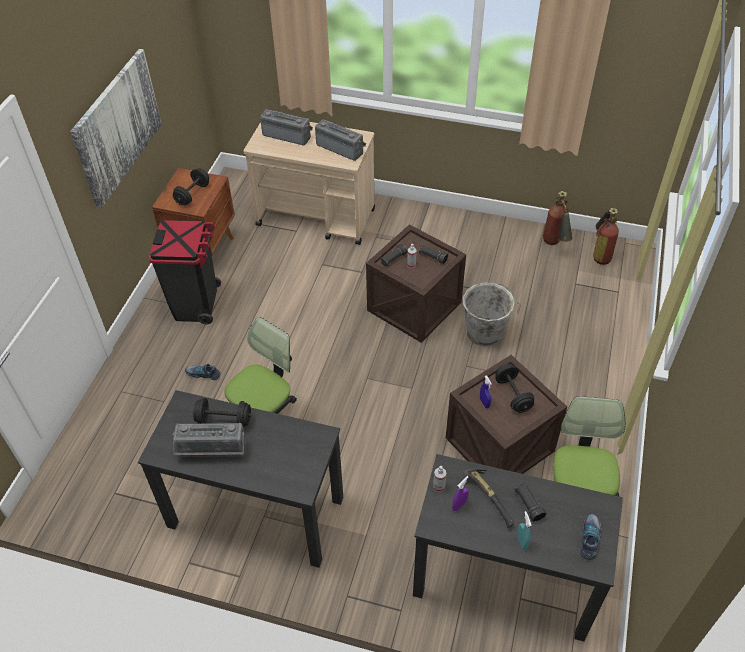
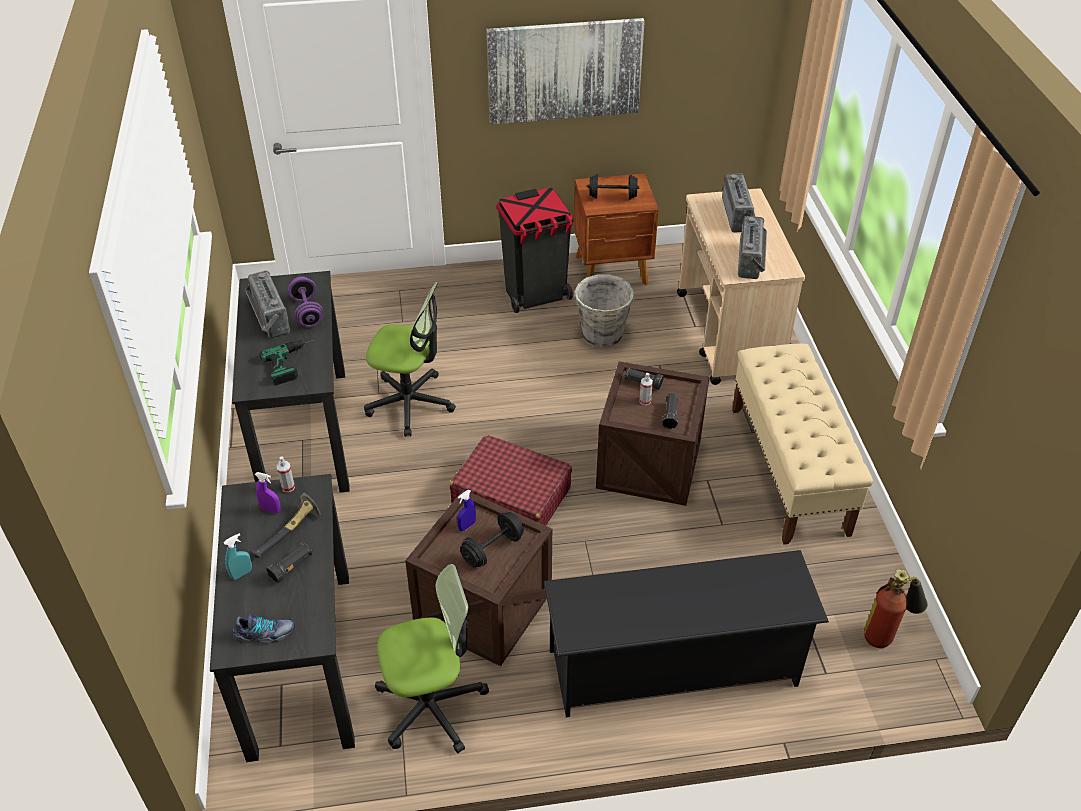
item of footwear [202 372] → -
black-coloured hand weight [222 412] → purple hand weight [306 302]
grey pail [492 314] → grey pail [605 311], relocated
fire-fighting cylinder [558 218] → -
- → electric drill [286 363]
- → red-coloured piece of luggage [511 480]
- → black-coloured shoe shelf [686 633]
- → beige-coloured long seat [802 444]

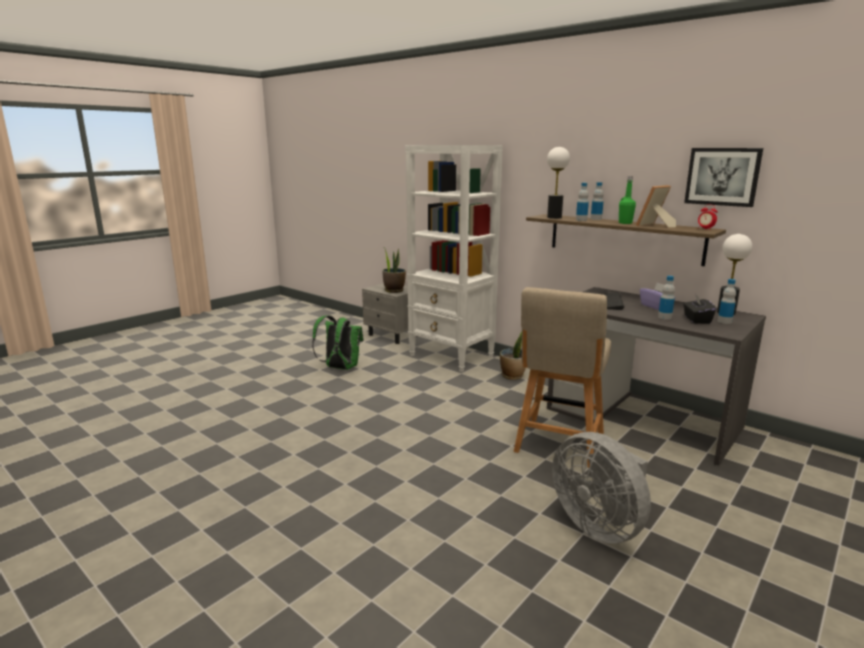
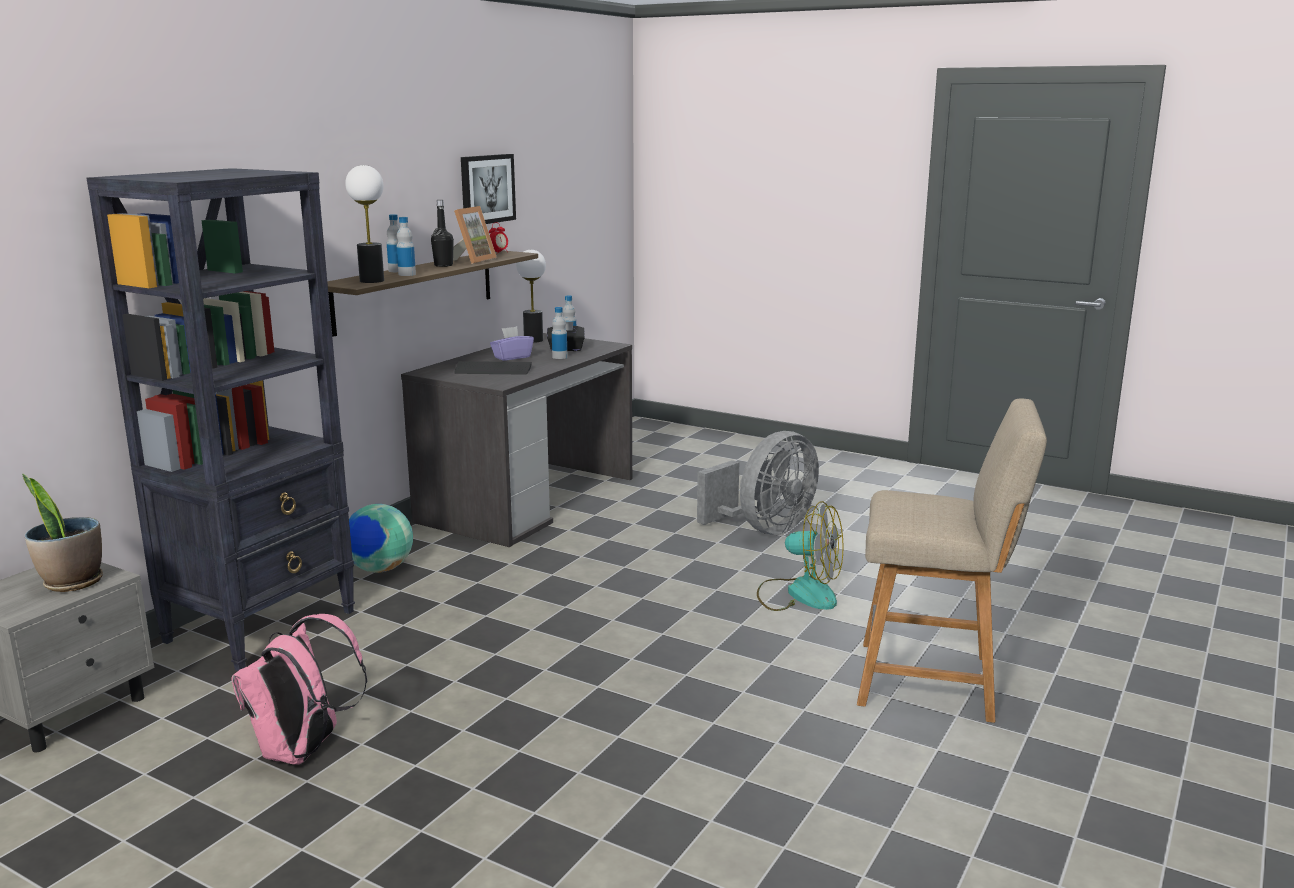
greenish rucksack [338 342] → pink-coloured rucksack [299 689]
white bookshelf [454 258] → black-coloured bookshelf [221 419]
potted plant [513 355] → desk globe [381 538]
beige-coloured upright chair [562 377] → beige-coloured upright chair [952 560], relocated
greenish bottle [627 200] → black-coloured bottle [442 233]
photo frame [656 206] → photo frame [475 235], 105 degrees counterclockwise
- → electric fan [800 556]

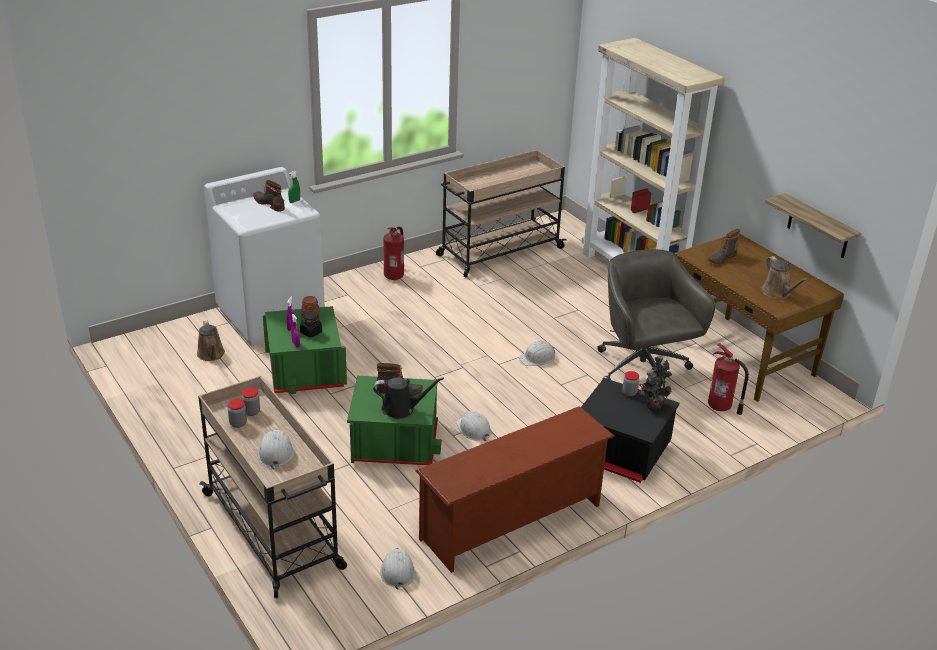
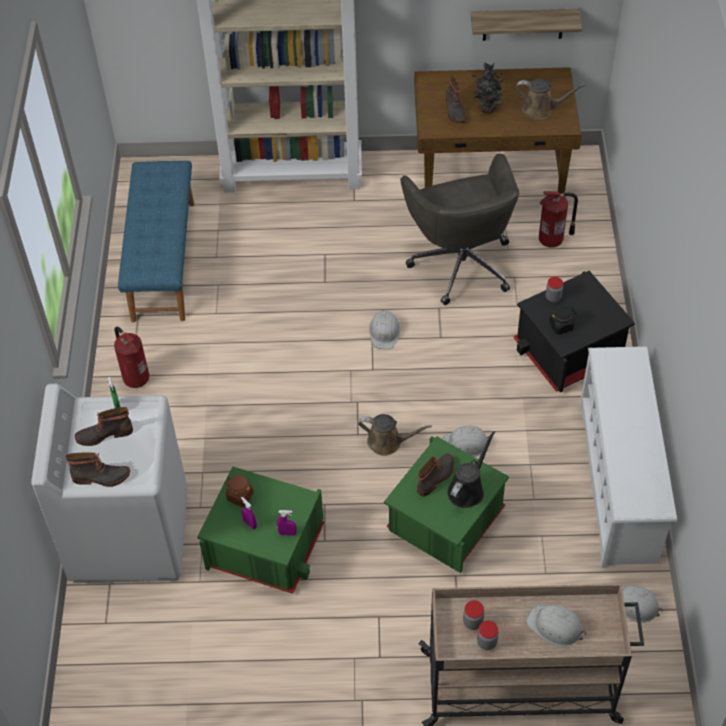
brown-coloured sprinkling can [211 340] → brown-coloured sprinkling can [395 435], relocated
black-coloured jar [311 324] → black-coloured jar [562 320], relocated
brown-coloured shoe shelf [515 489] → white shoe shelf [628 457]
beige-coloured cart [501 213] → bluish long seat [156 241]
grey computer chair [656 322] → grey computer chair [460 229], 120 degrees counterclockwise
potted plant [656 383] → potted plant [487 88], relocated
- → boot [98 469]

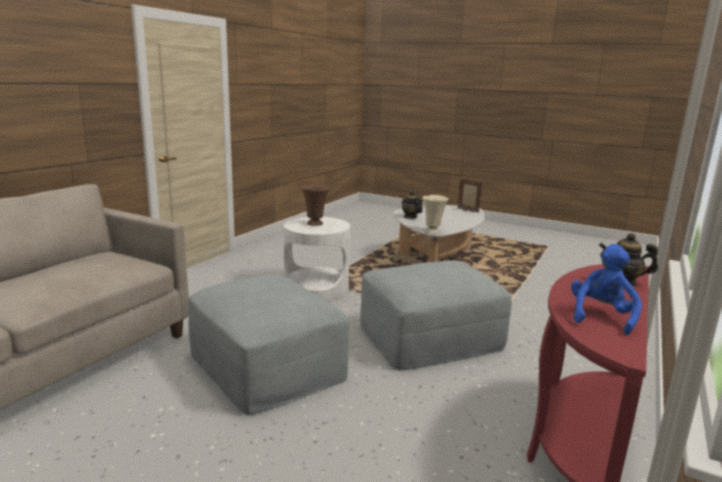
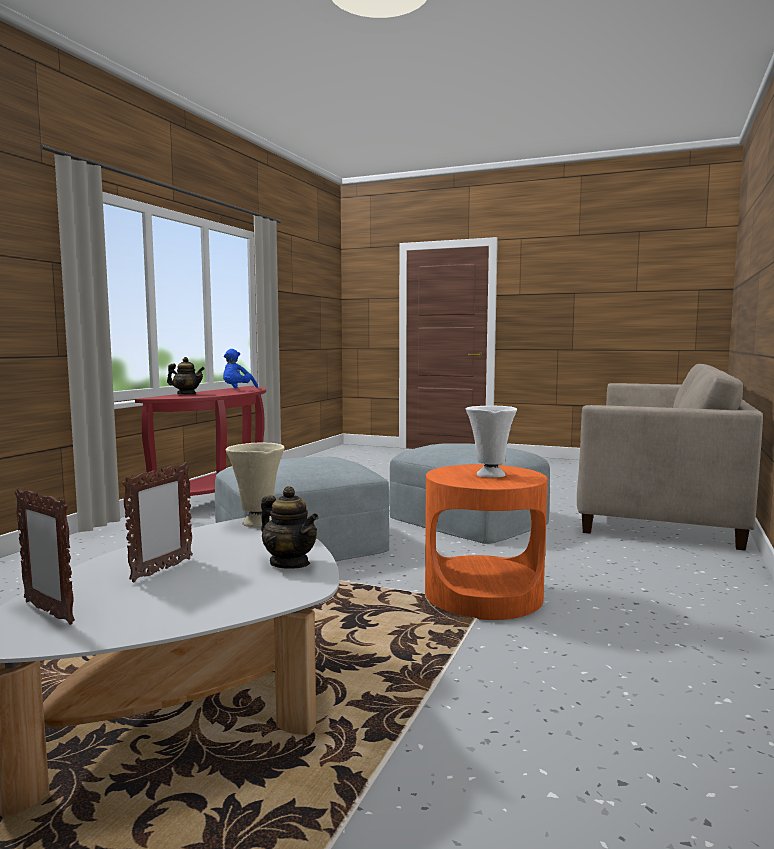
white side table [317 259] → orange side table [486 542]
brown-coloured decorative vase [316 205] → white decorative vase [491 442]
- → photo frame [157 522]

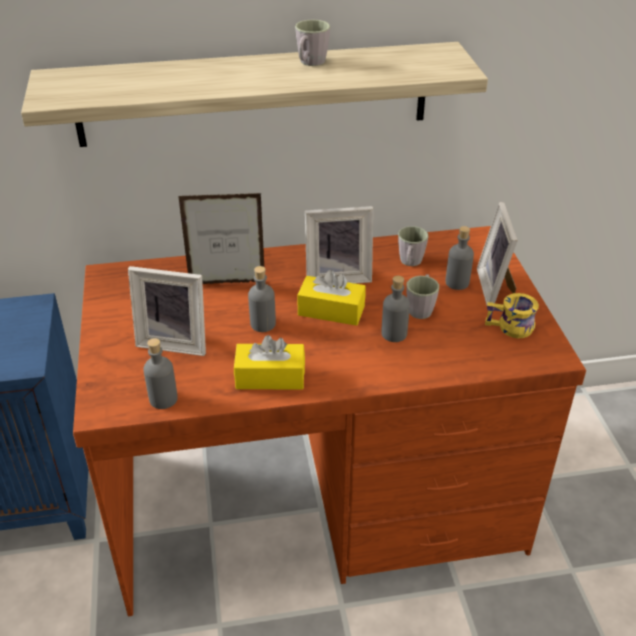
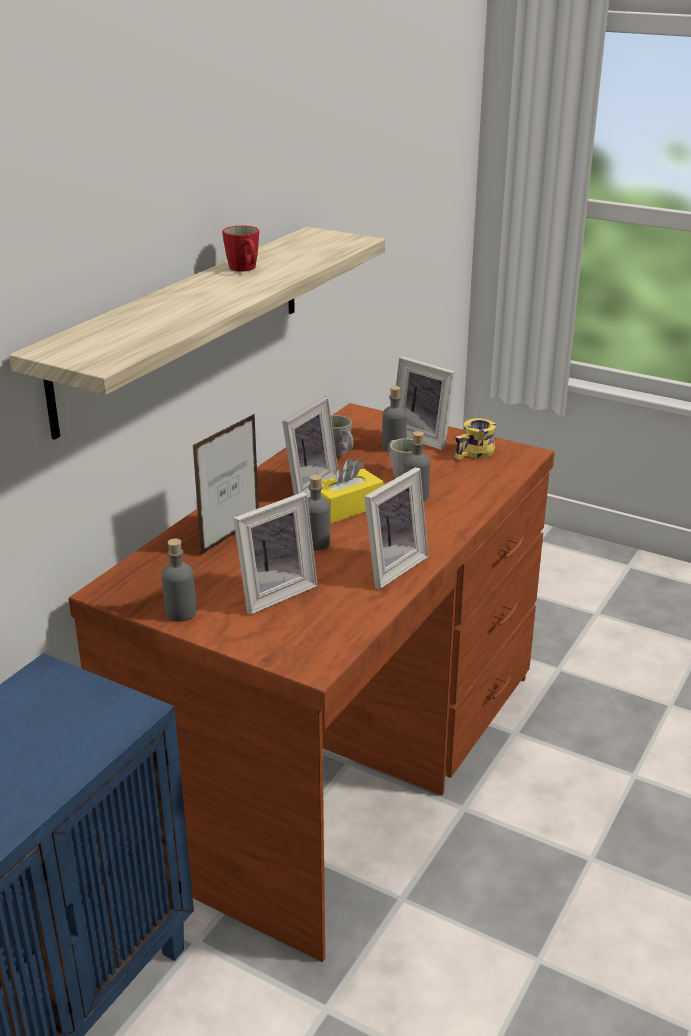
grey bottle [160 373] → grey bottle [179 580], relocated
yellow-coloured tissue box [269 362] → photo frame [396 528]
grey tea mug [312 43] → red-coloured tea mug [240 249]

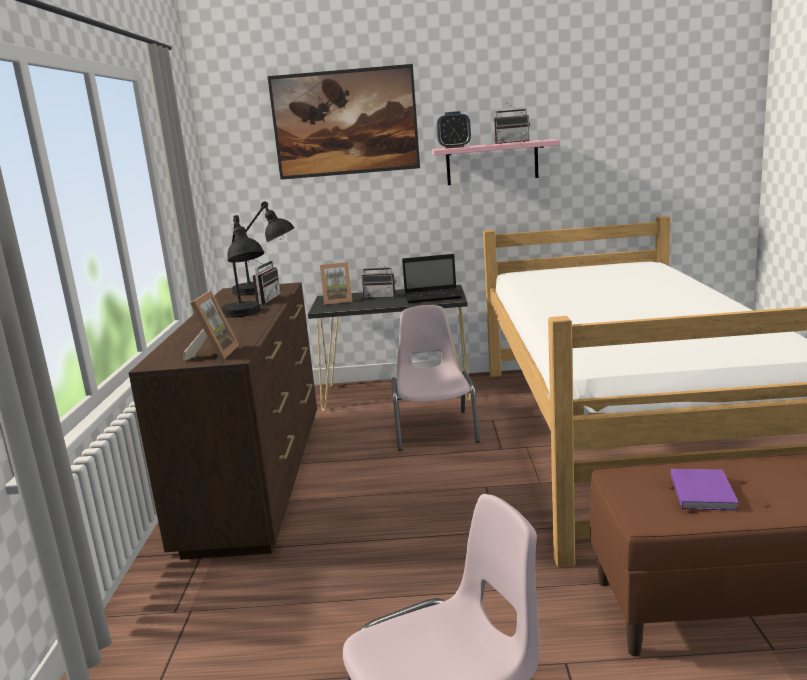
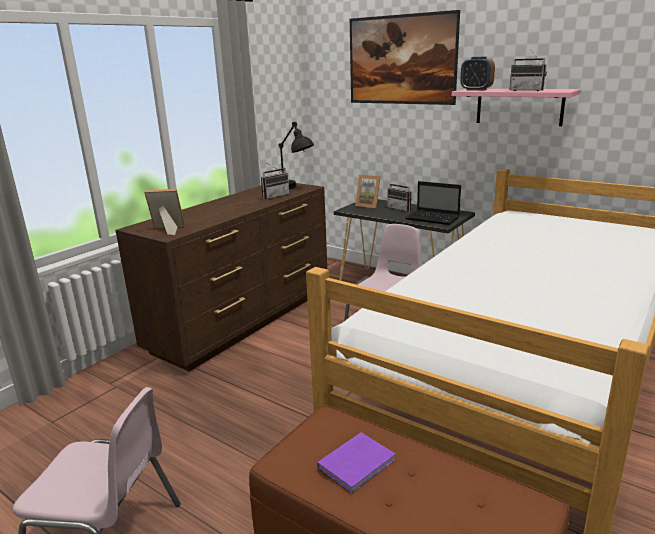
photo frame [211 326] → photo frame [164 212], 135 degrees counterclockwise
black-coloured table lamp [243 266] → -

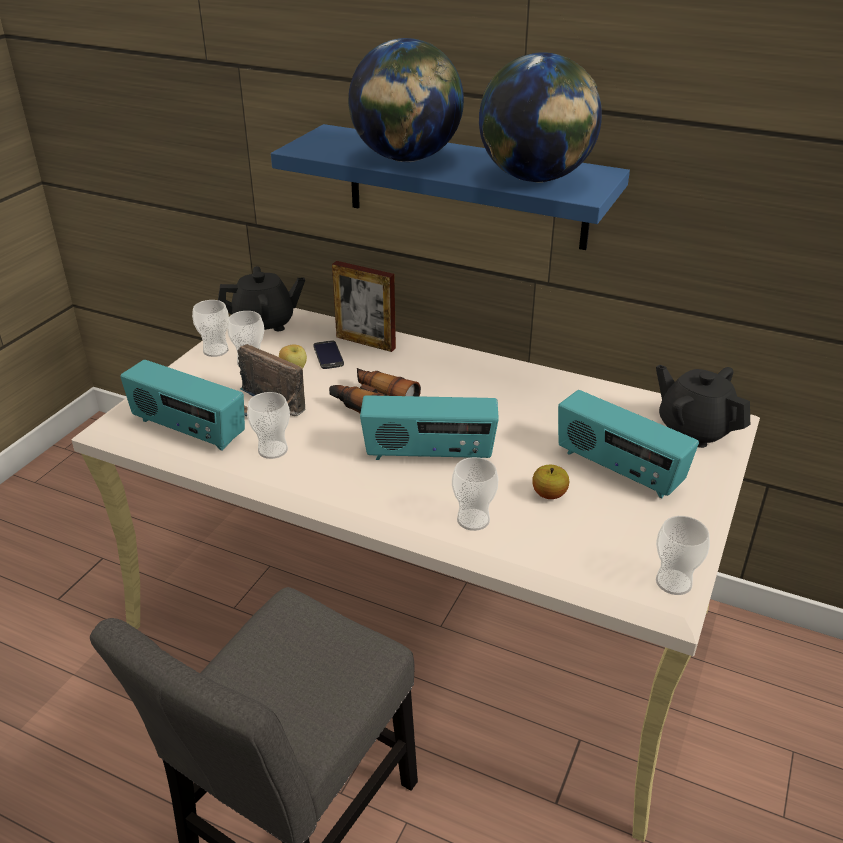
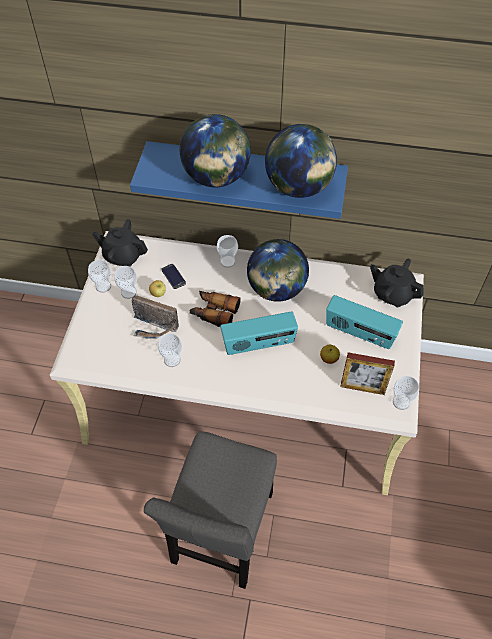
radio receiver [182 405] → -
black-coloured pot for tea [261 298] → black-coloured pot for tea [120 243], 135 degrees counterclockwise
photo frame [364 306] → photo frame [367 373], relocated
small cup [475 494] → small cup [227 251], relocated
- → desk globe [278 270]

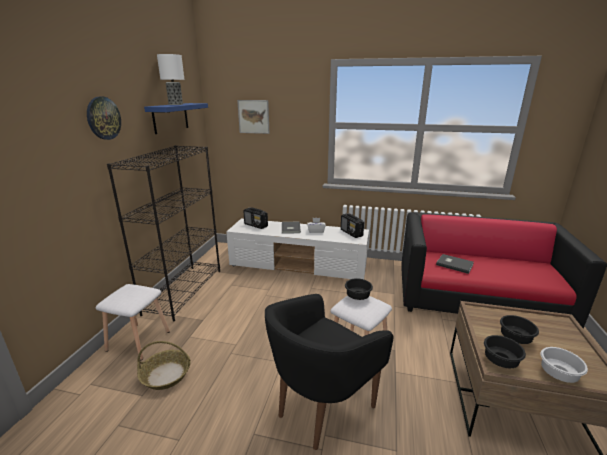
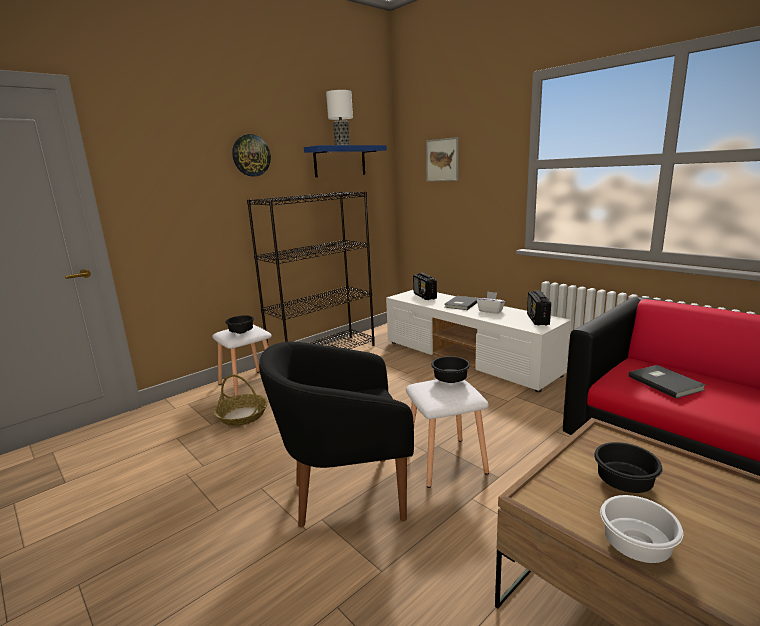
black-coloured serving bowl [505 351] → black-coloured serving bowl [239 324], relocated

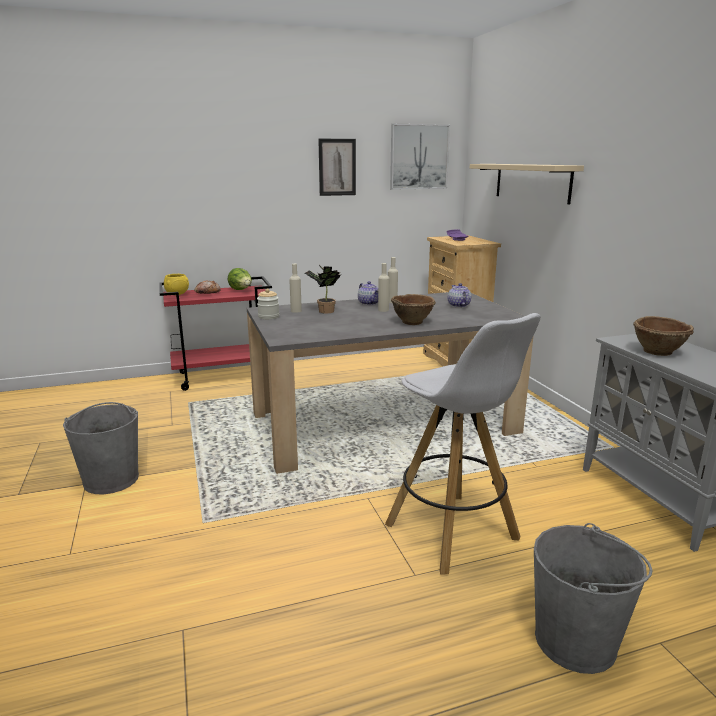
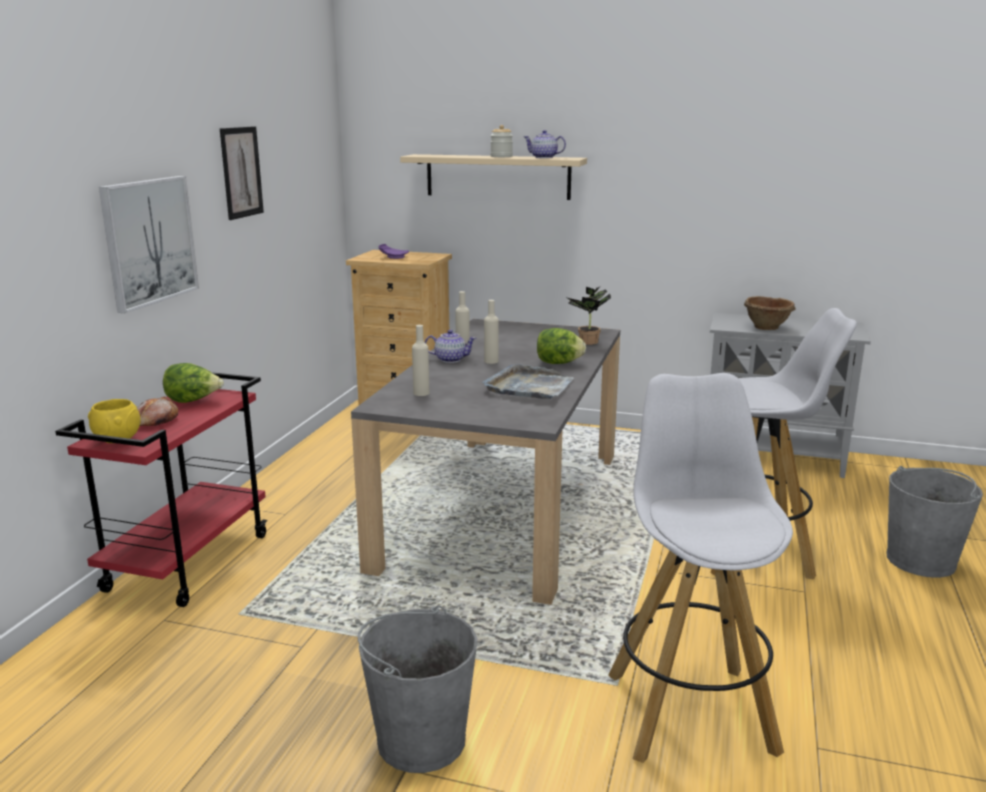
jar [268 304] → jar [501 141], relocated
potted plant [323 289] → potted plant [589 316], relocated
wall picture [420 157] → wall picture [149 244], relocated
brown-coloured serving bowl [413 309] → head of lettuce [561 346]
pot for tea [459 295] → pot for tea [545 144], relocated
- → grey tray [528 381]
- → white sitting stool [700 568]

